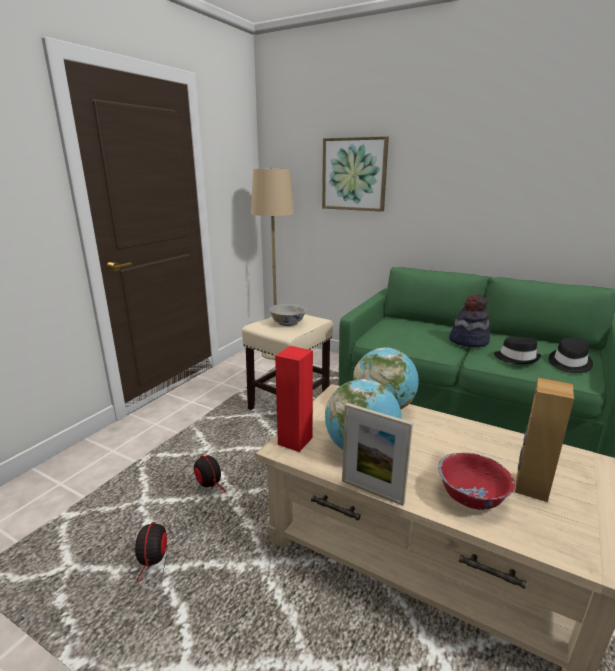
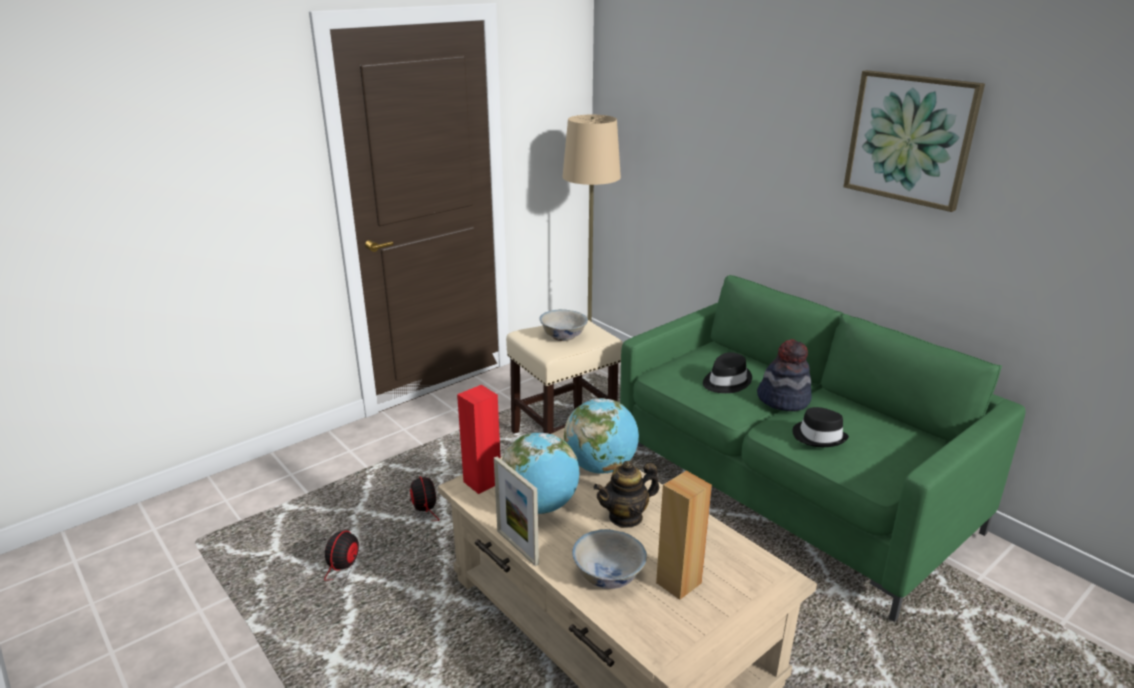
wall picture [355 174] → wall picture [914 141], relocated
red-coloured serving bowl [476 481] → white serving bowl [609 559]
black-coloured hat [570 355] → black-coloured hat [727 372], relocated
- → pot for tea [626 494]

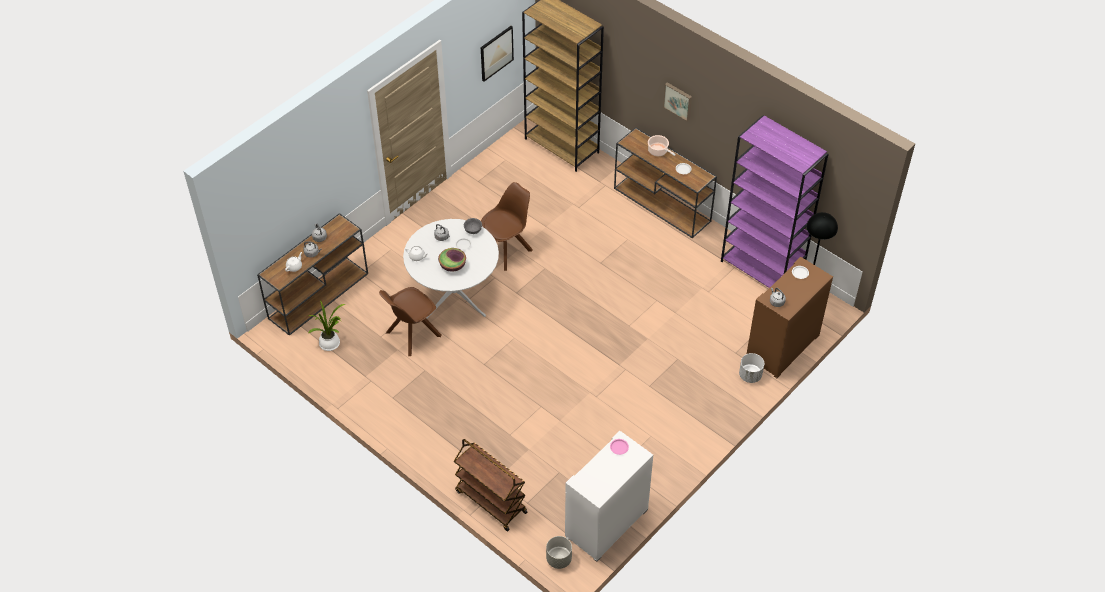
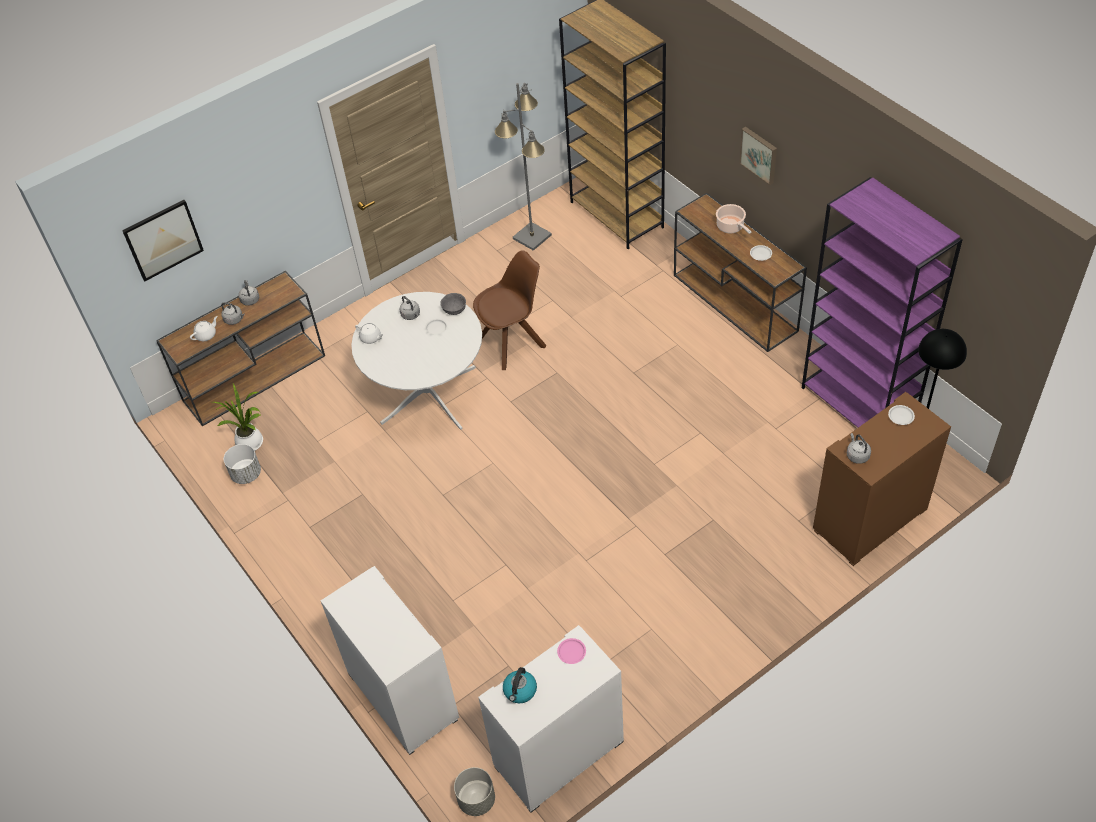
brown-coloured upright chair [410 321] → -
serving bowl [452 260] → -
brown-coloured cart [491 485] → white storage cabinet [390 660]
wall picture [497 54] → wall picture [163 240], relocated
white plant pot [751 368] → white plant pot [242 464], relocated
- → grey standing lamp [523 167]
- → kettle [520 685]

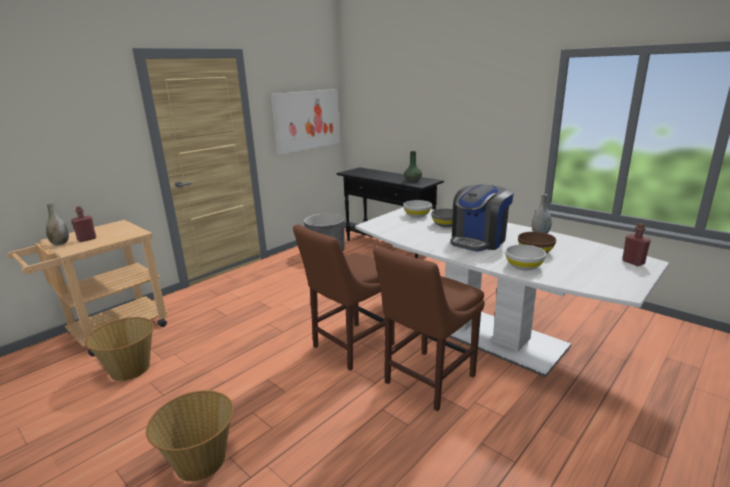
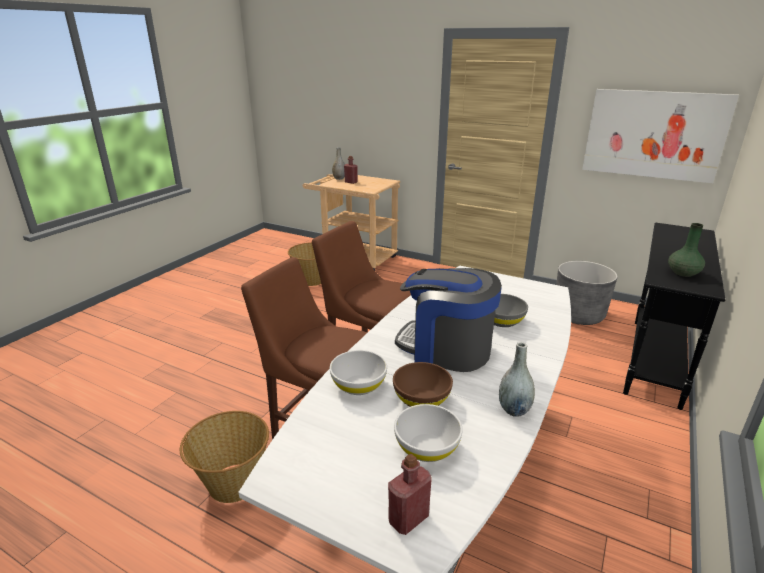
basket [190 436] → basket [224 457], relocated
white serving bowl [417 209] → white serving bowl [428 433], relocated

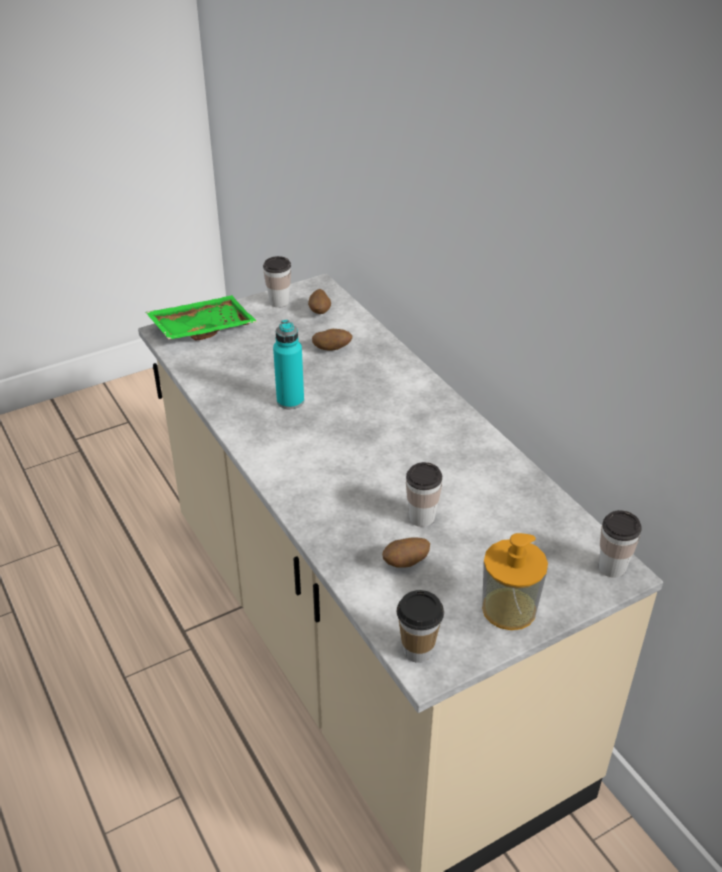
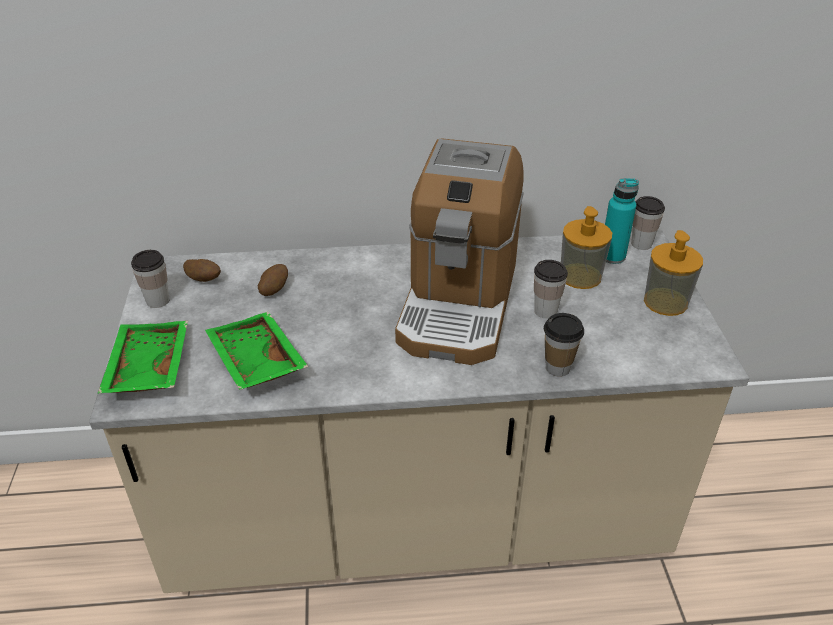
turquoise bottle [288 364] → turquoise bottle [622 221], relocated
whole potato [406 552] → -
small cup [420 626] → small cup [564 345], relocated
- → greenish tray [257 351]
- → coffee machine [459 251]
- → soap bottle [586 247]

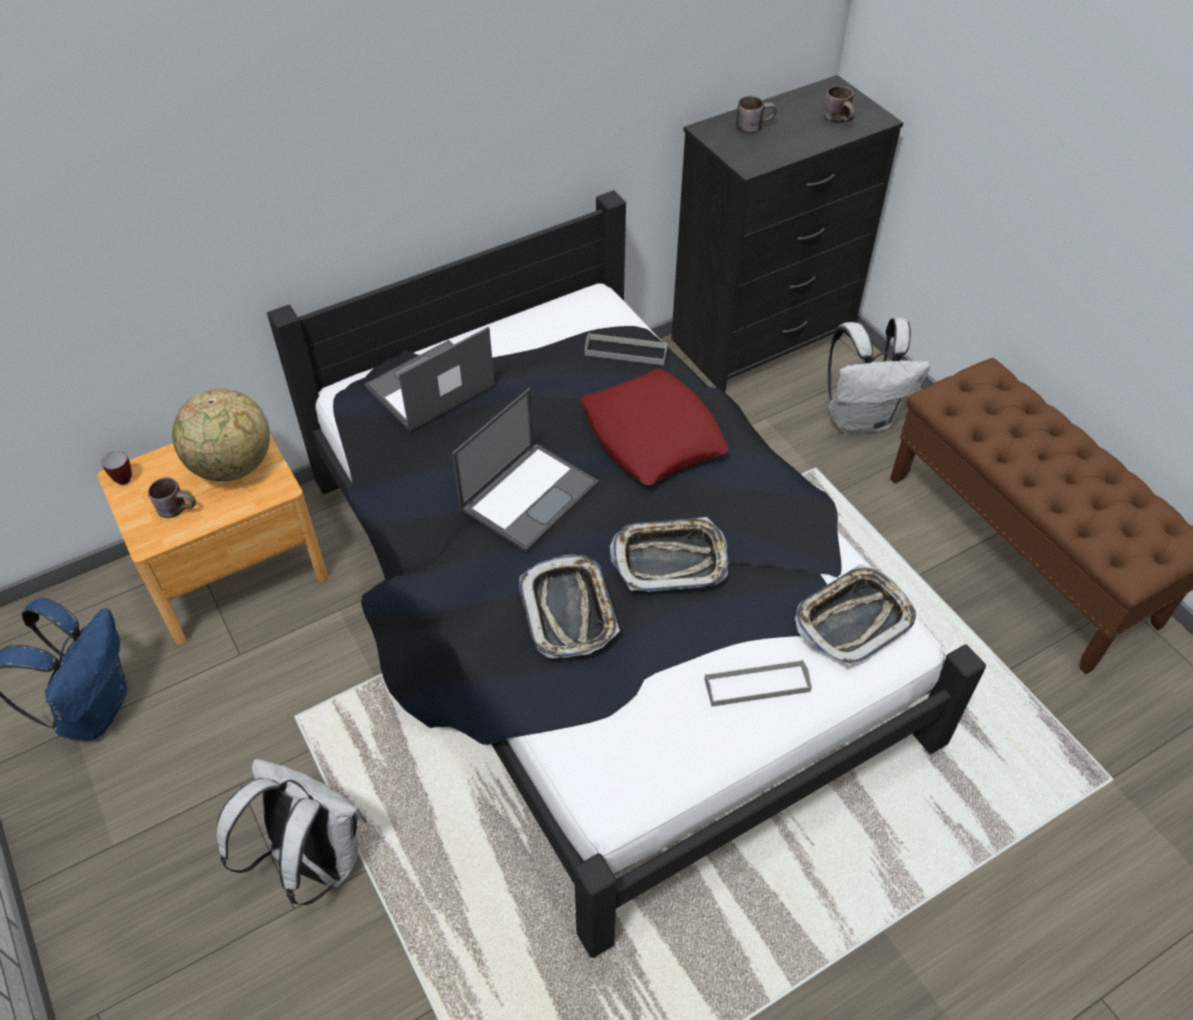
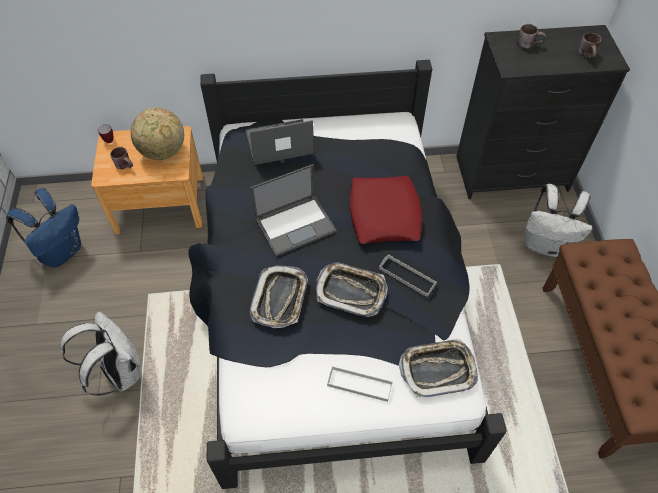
grey tray [626 349] → grey tray [408 275], relocated

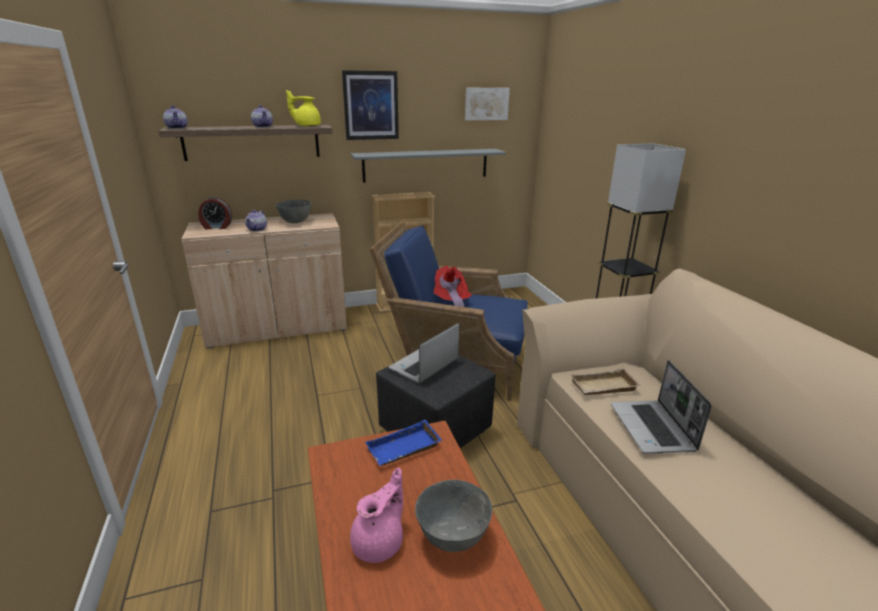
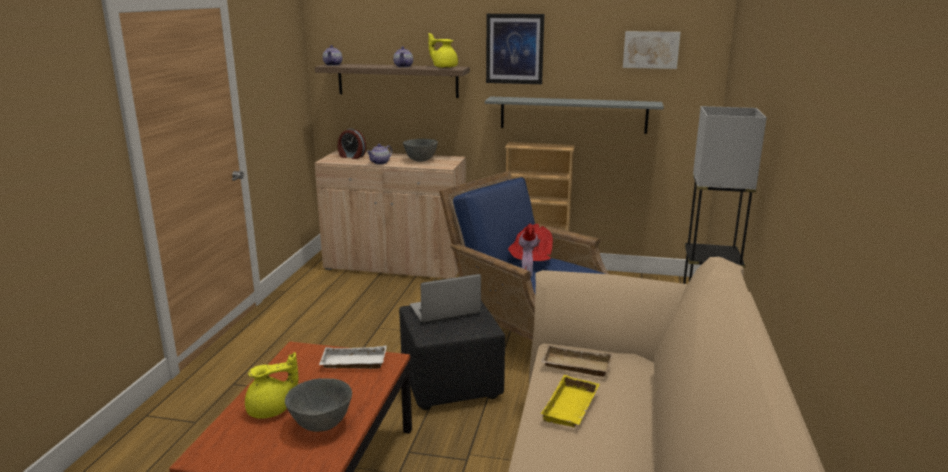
pink-coloured pot for tea [376 515] → yellow-coloured pot for tea [271 385]
bluish tray [403 443] → white tray [353 357]
laptop [661 407] → yellow-coloured tray [569 401]

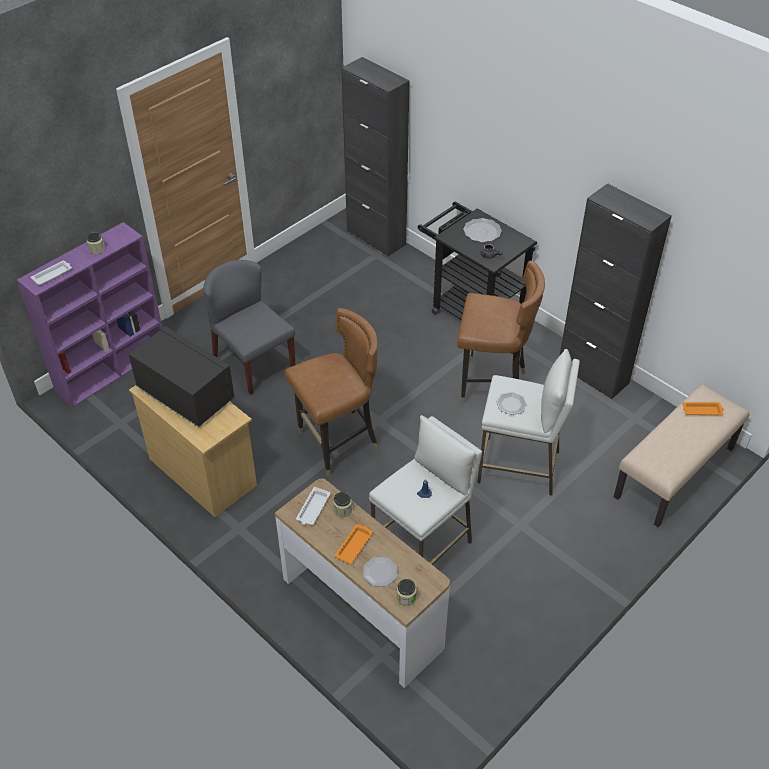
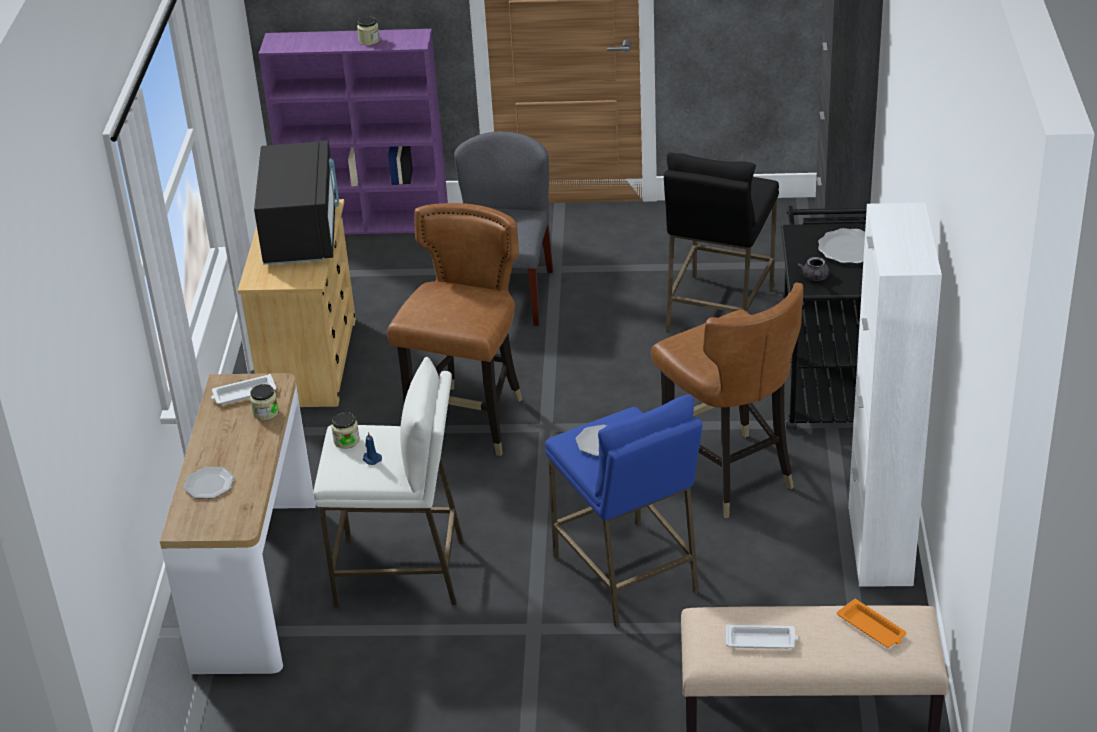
white tray [51 273] → white tray [762 636], relocated
brown-coloured upright chair [332 392] → brown-coloured upright chair [455 329], 90 degrees counterclockwise
orange tray [354 544] → -
jar [406 592] → jar [345 430], relocated
white sitting stool [528 422] → bluish sitting stool [623 511]
black-coloured storage cabinet [616 291] → white storage cabinet [895 394]
- → black-coloured sitting stool [721 242]

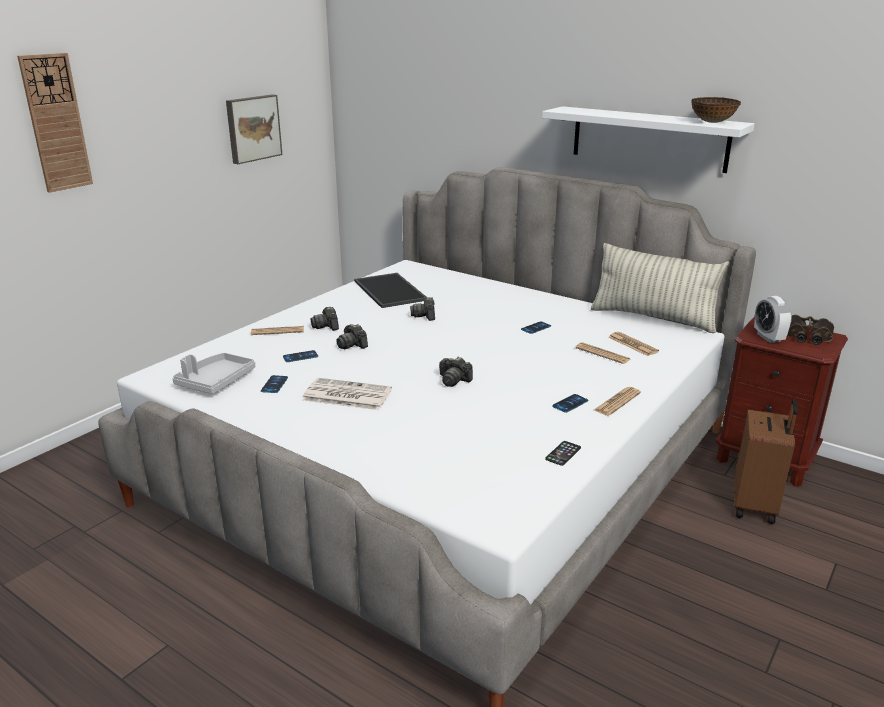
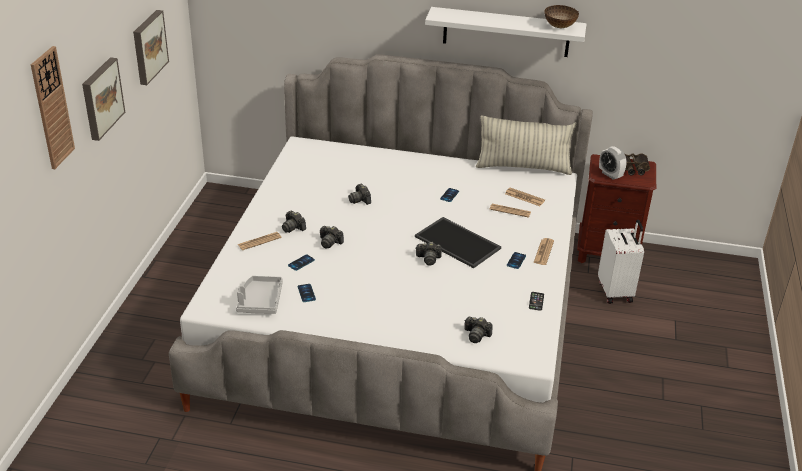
printed paper [347 394] → -
tray [390 290] → tray [458 242], relocated
brown-coloured piece of luggage [766 461] → white piece of luggage [621 261]
- → wall picture [103 99]
- → photo camera [478 330]

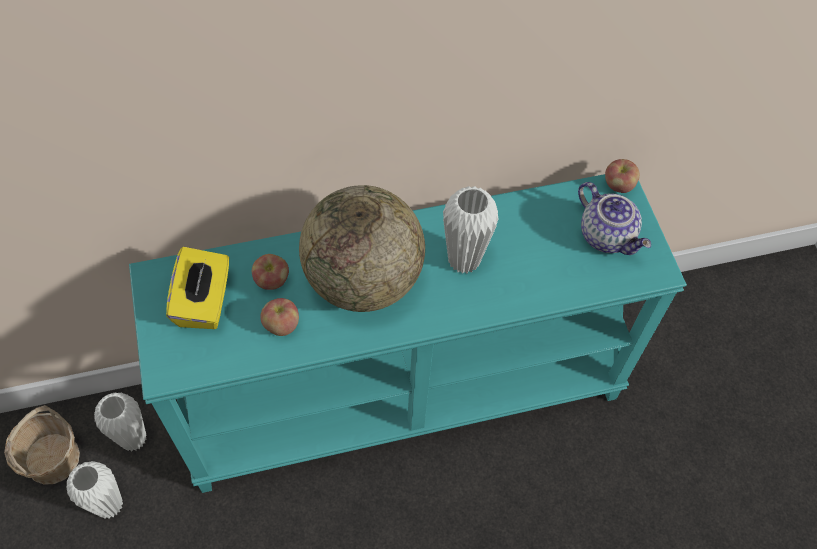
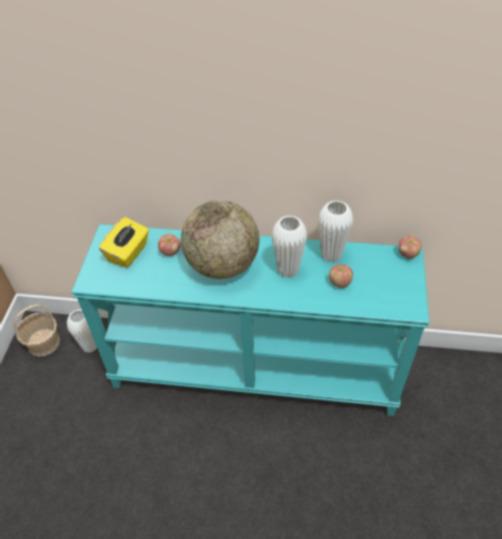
white decorative vase [95 490] → white decorative vase [335 231], relocated
apple fruit [279 317] → apple fruit [341 276], relocated
pot for tea [614 218] → -

